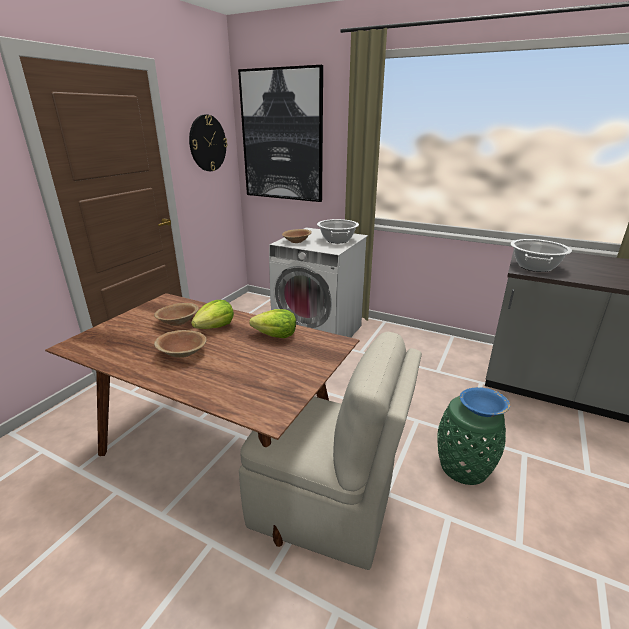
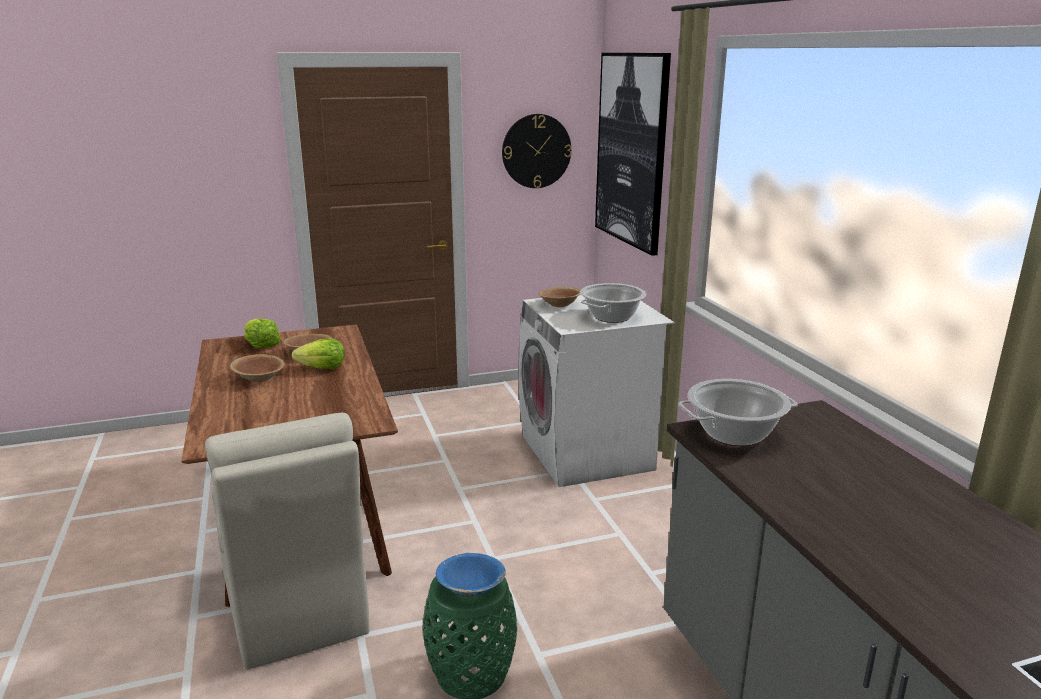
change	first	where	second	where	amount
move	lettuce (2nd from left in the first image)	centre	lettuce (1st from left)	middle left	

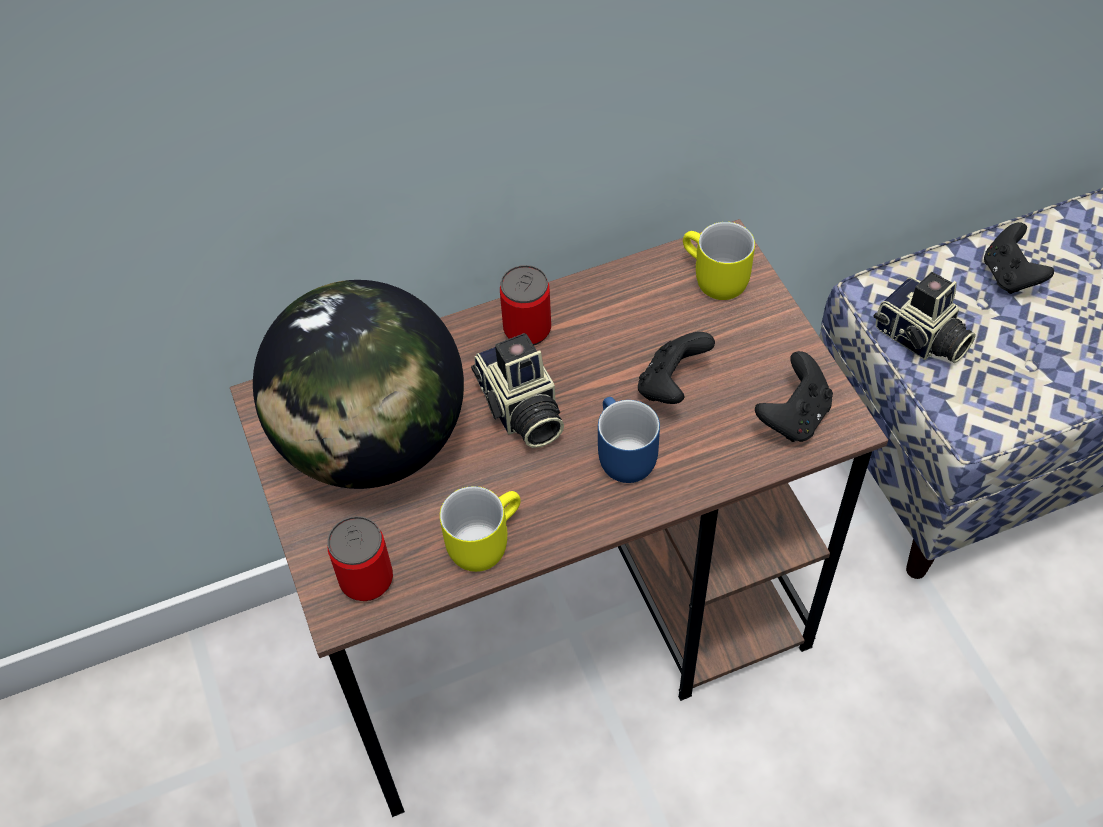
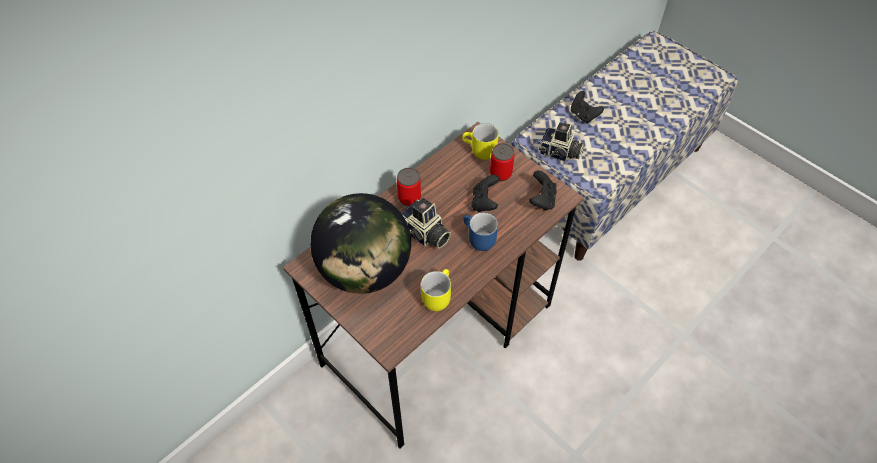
change	first	where	second	where	amount
move	sealed can (1st from left in the first image)	bottom left	sealed can (2nd from left)	centre	

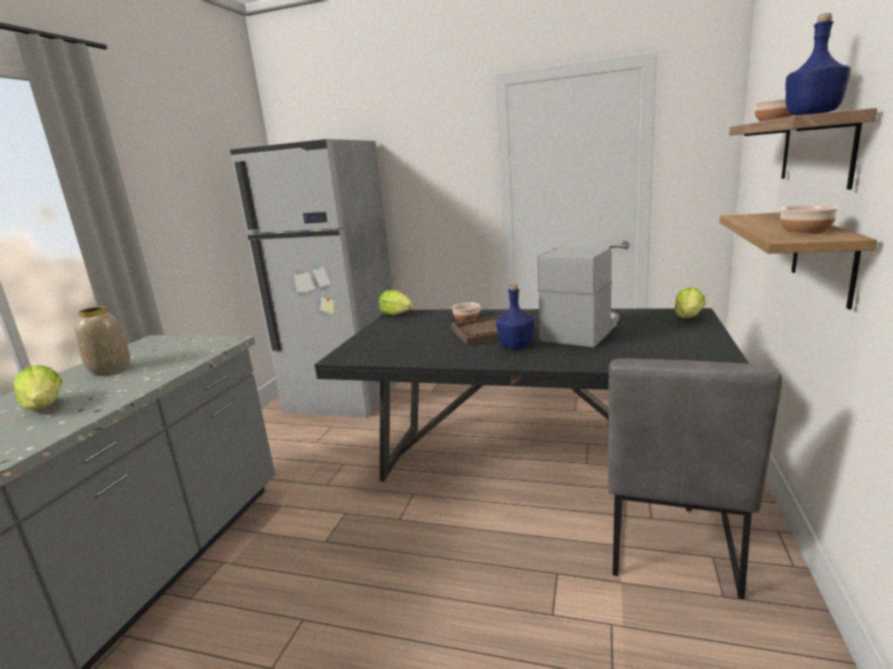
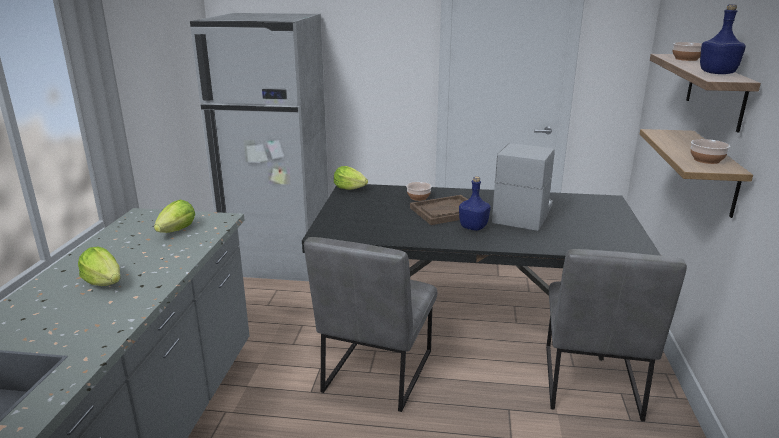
change	first	where	second	where	amount
delete	vase	middle left			
insert			upright chair in grey (1st from left)	bottom centre	
move	lettuce (3rd from left in the first image)	middle right	lettuce (2nd from left)	middle left	

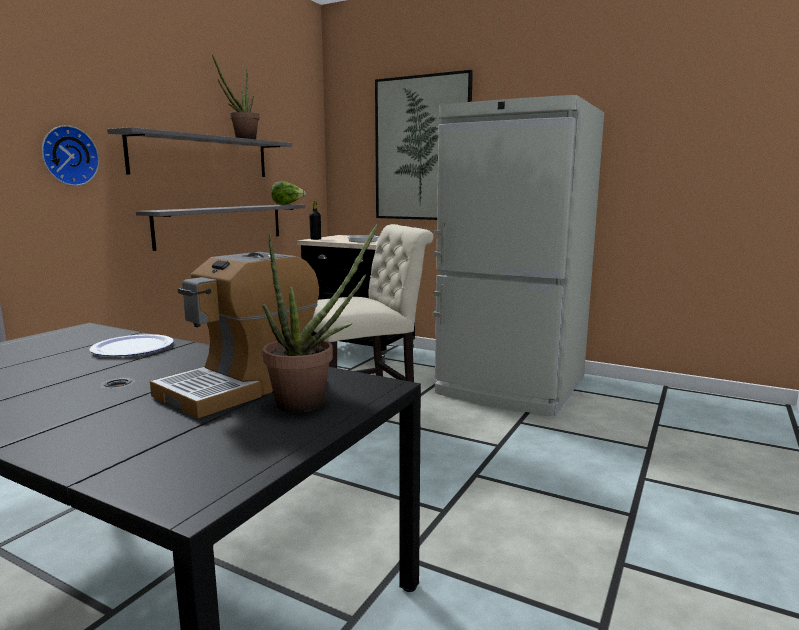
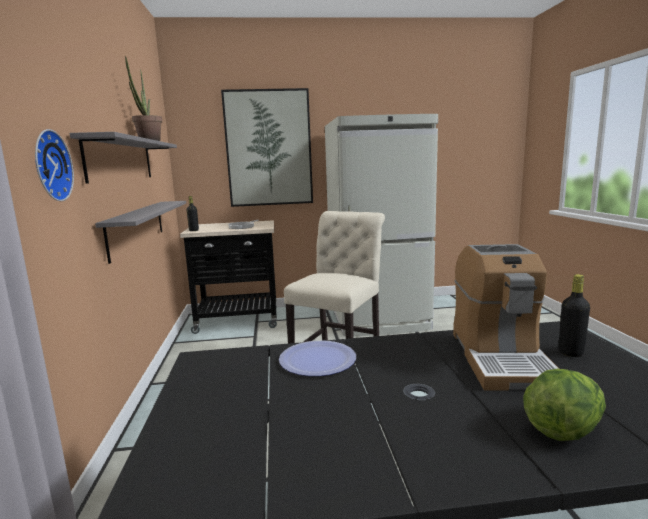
change	first	where	second	where	amount
move	lettuce	top centre		bottom right	
replace	plant in a pot (2nd from left)	centre	beverage bottle in blackish (2nd from left)	middle right	

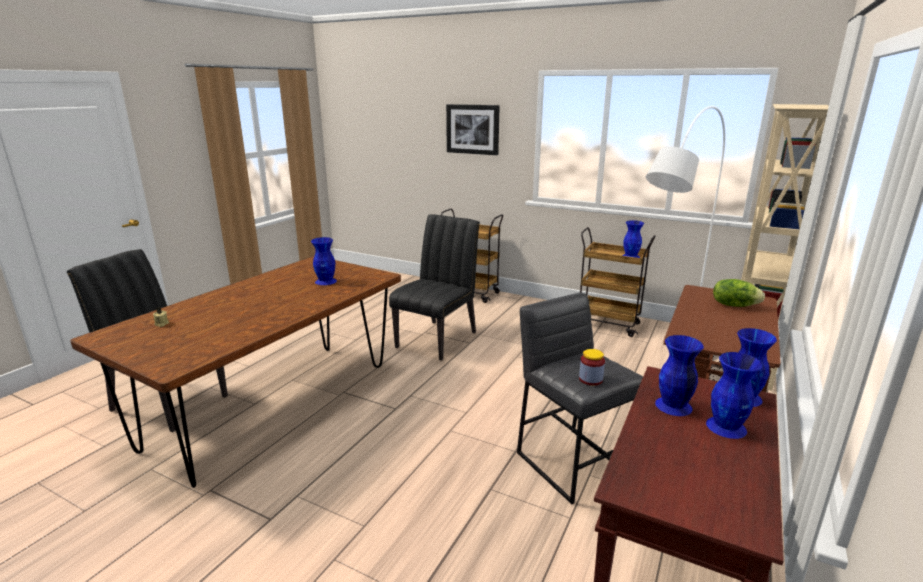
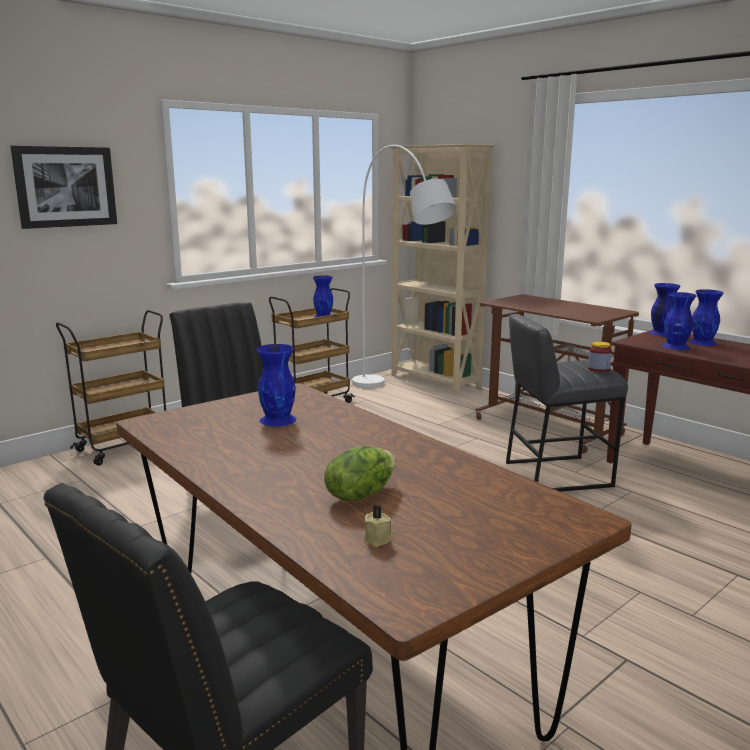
change	first	where	second	where	amount
move	lettuce	middle right		centre	

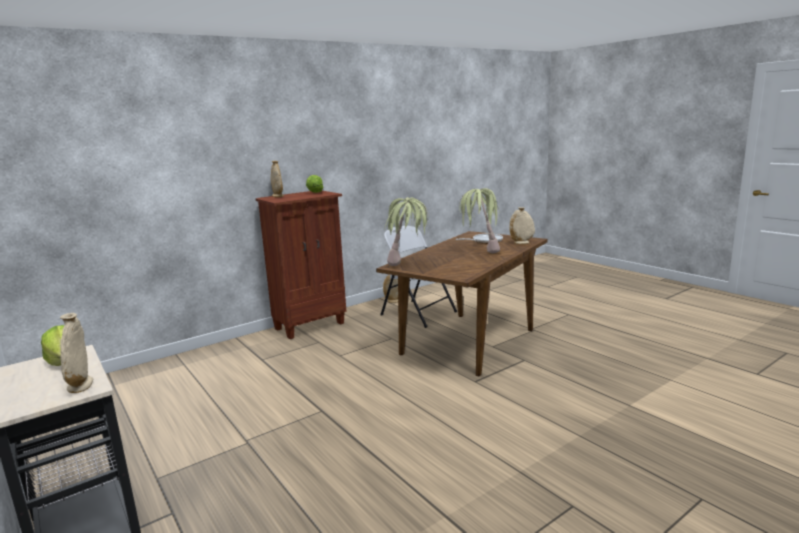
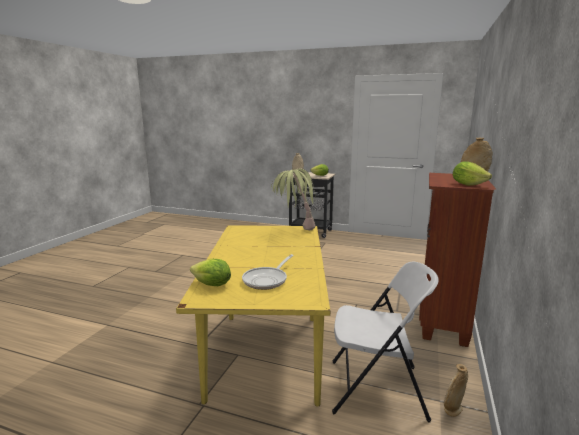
change	first	where	second	where	amount
delete	plant in a pot (2nd from left)	centre			
replace	vase in sand-coloured (4th from left)	centre	lettuce (1st from left)	centre	
recolor	dinner table in brownish	centre	dinner table in yellow	bottom centre	

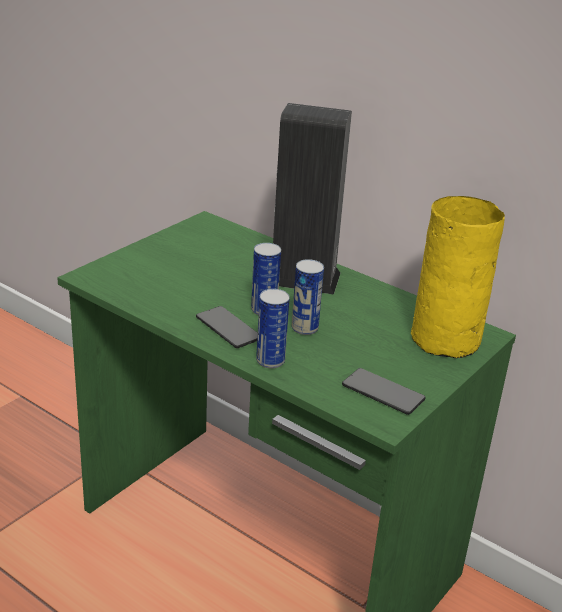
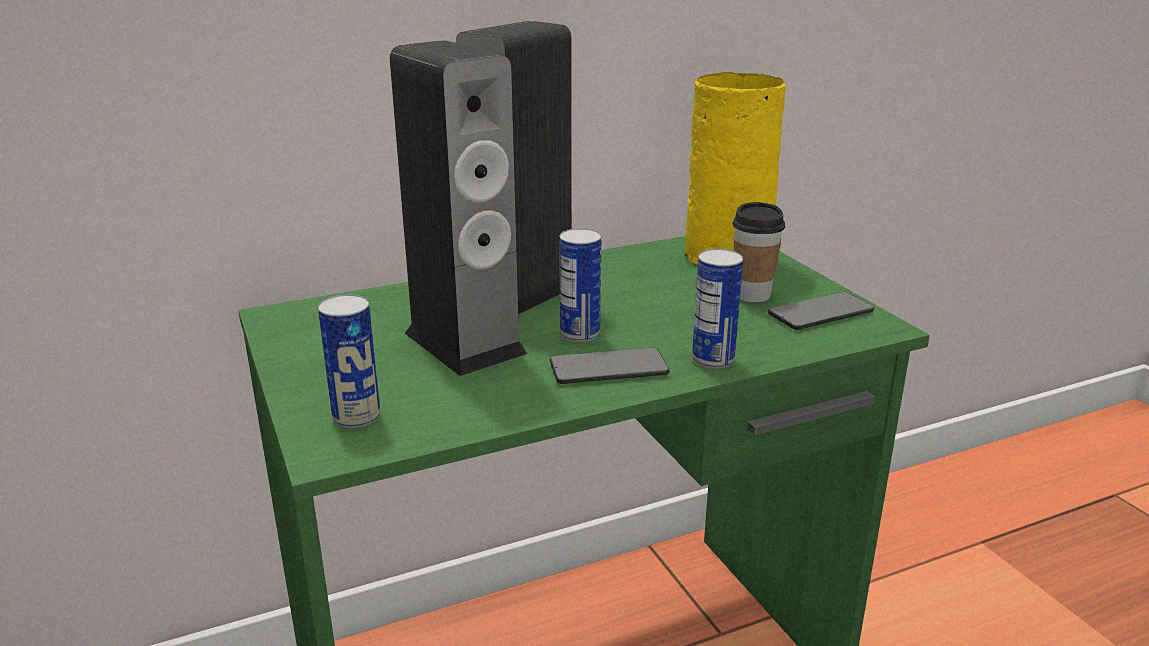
change	first	where	second	where	amount
insert			loudspeaker (1st from left)	top centre	
insert			drinking cup	centre	
move	sealed can (3rd from left in the first image)	centre	sealed can (1st from left)	middle left	

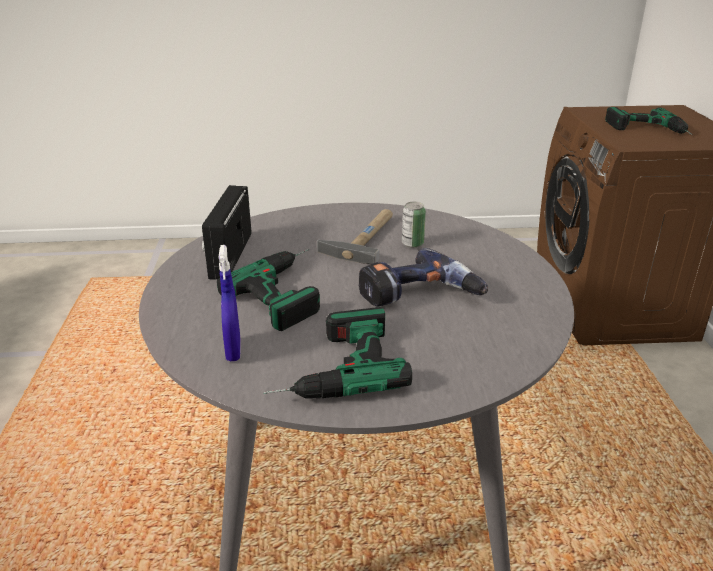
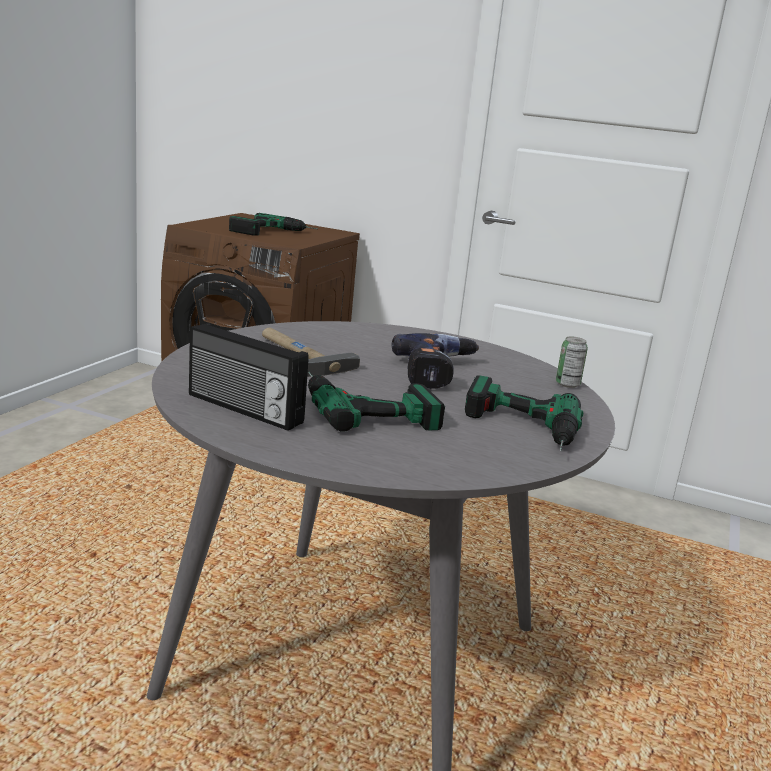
change	first	where	second	where	amount
delete	sprayer in blue-coloured	middle left			
move	sealed can	centre		middle right	

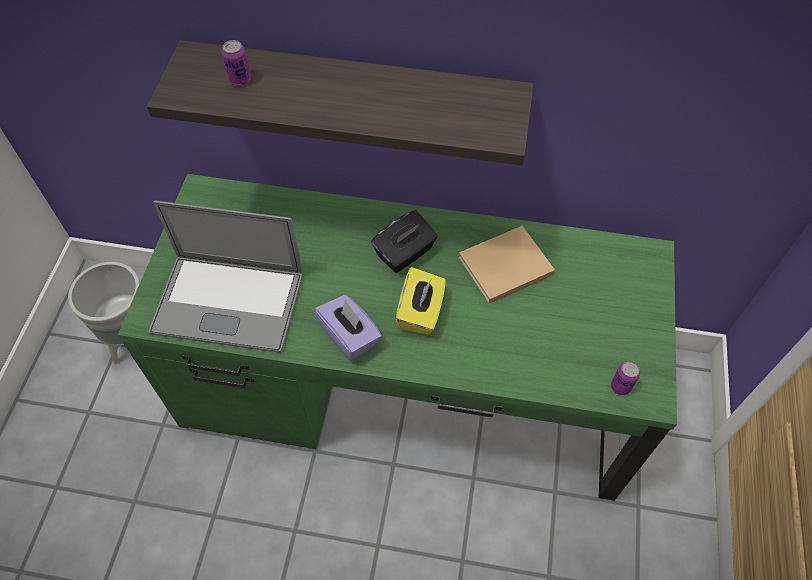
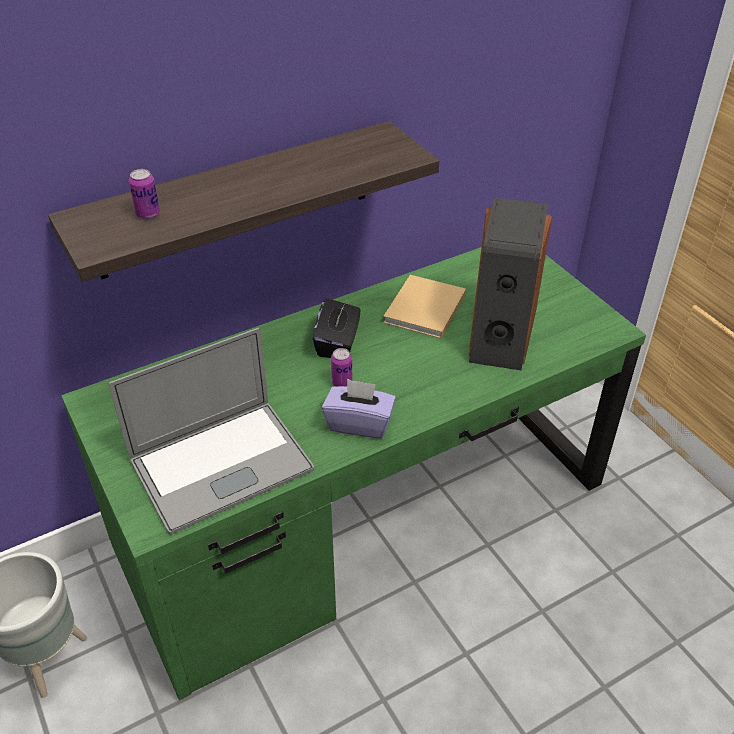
change	first	where	second	where	amount
delete	box of tissues in yellow	centre			
insert			loudspeaker	middle right	
move	sealed can (2nd from left)	middle right		centre	

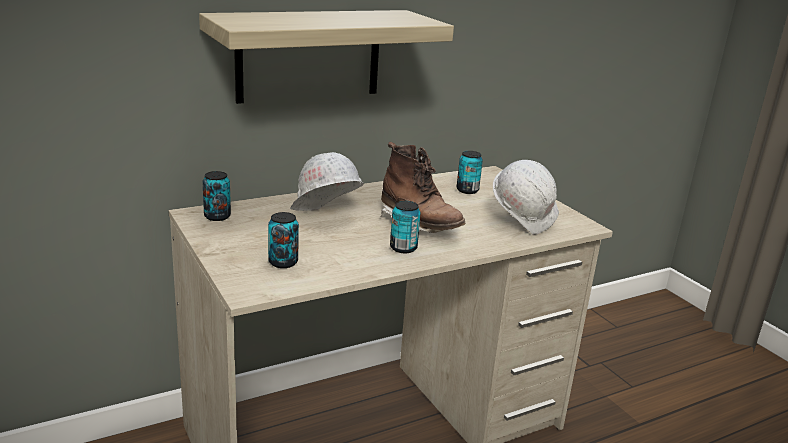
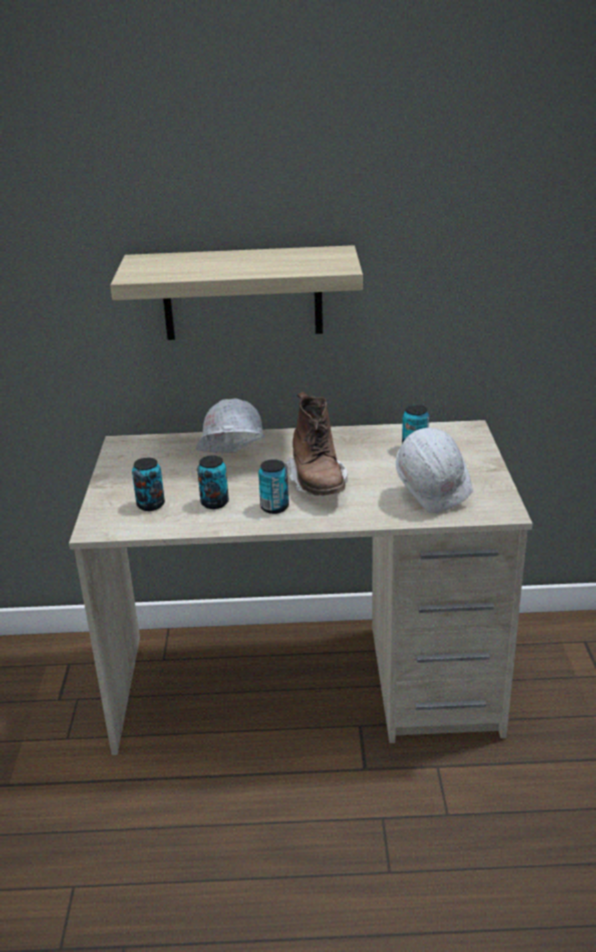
change	first	where	second	where	amount
move	sealed can (1st from left in the first image)	middle left	sealed can (2nd from left)	centre	

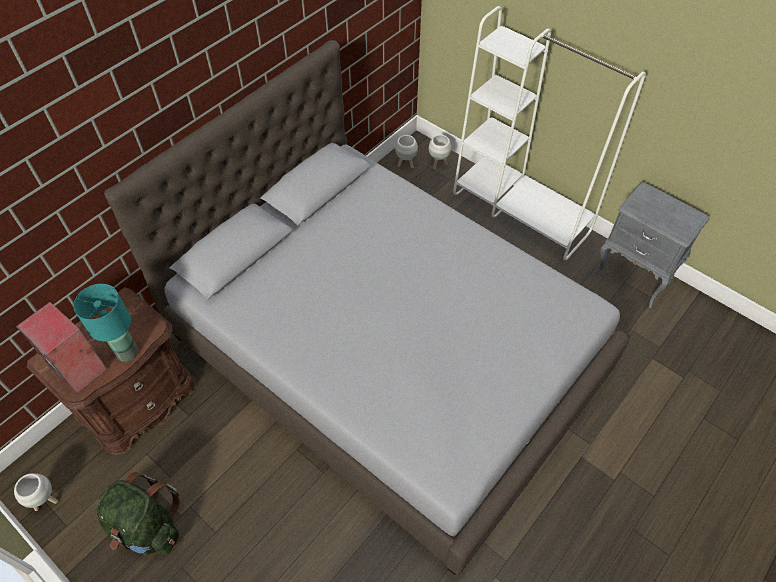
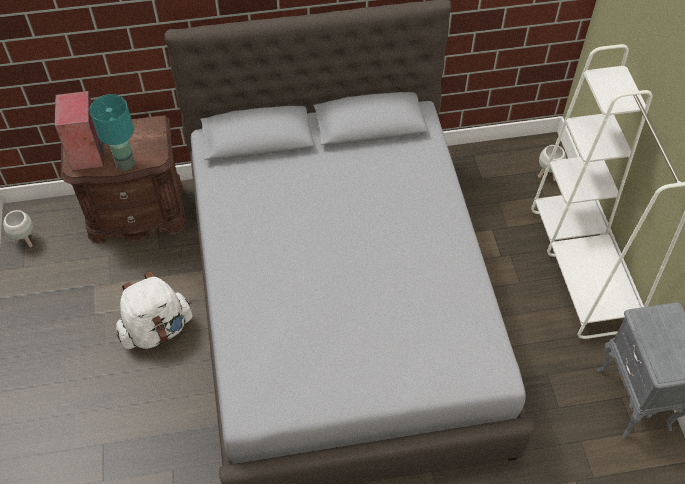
change	first	where	second	where	amount
delete	rucksack in green-coloured	bottom left			
delete	flower pot in whitish (2nd from left)	top centre			
insert			rucksack in whitish	middle left	

